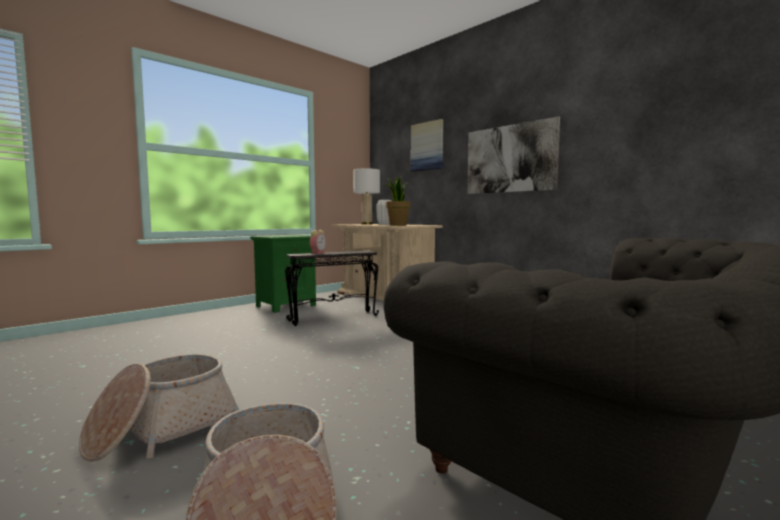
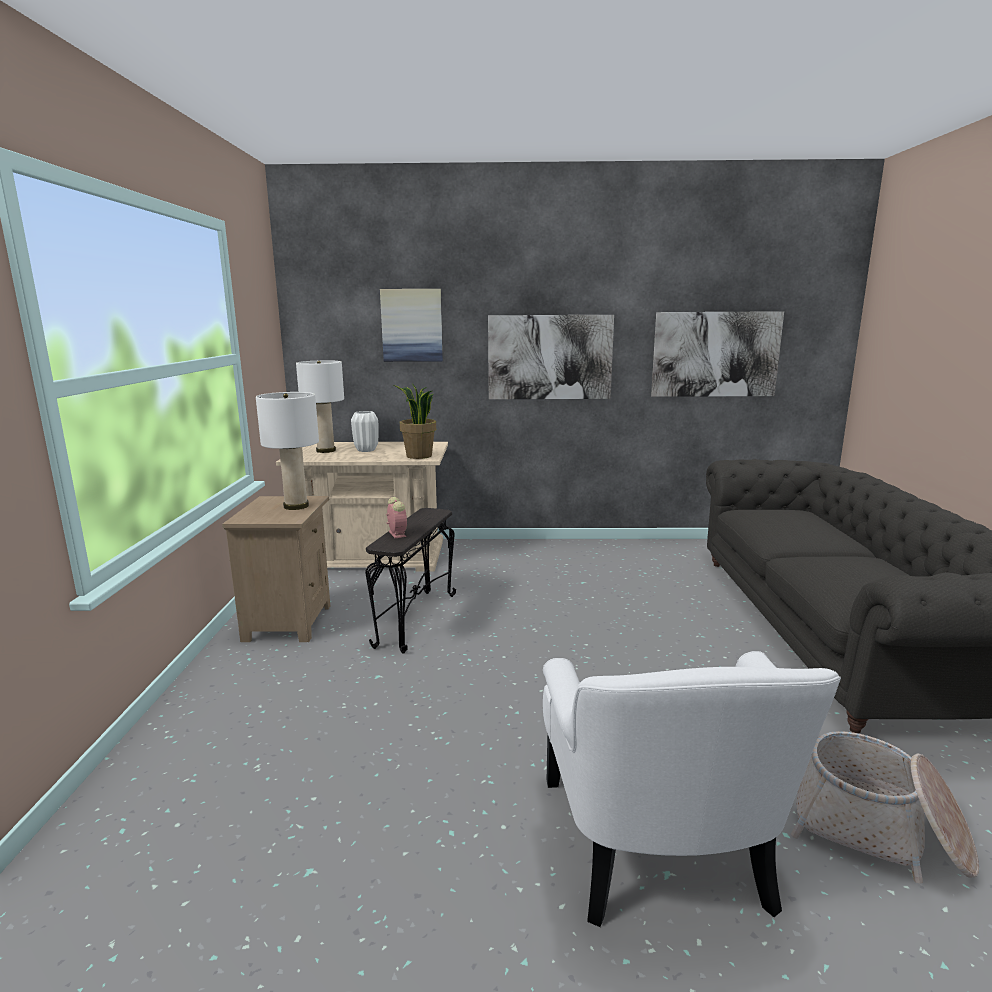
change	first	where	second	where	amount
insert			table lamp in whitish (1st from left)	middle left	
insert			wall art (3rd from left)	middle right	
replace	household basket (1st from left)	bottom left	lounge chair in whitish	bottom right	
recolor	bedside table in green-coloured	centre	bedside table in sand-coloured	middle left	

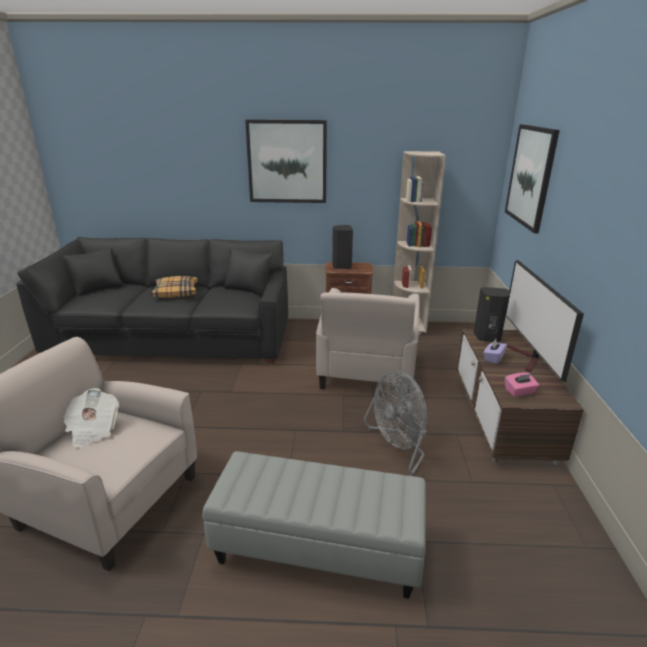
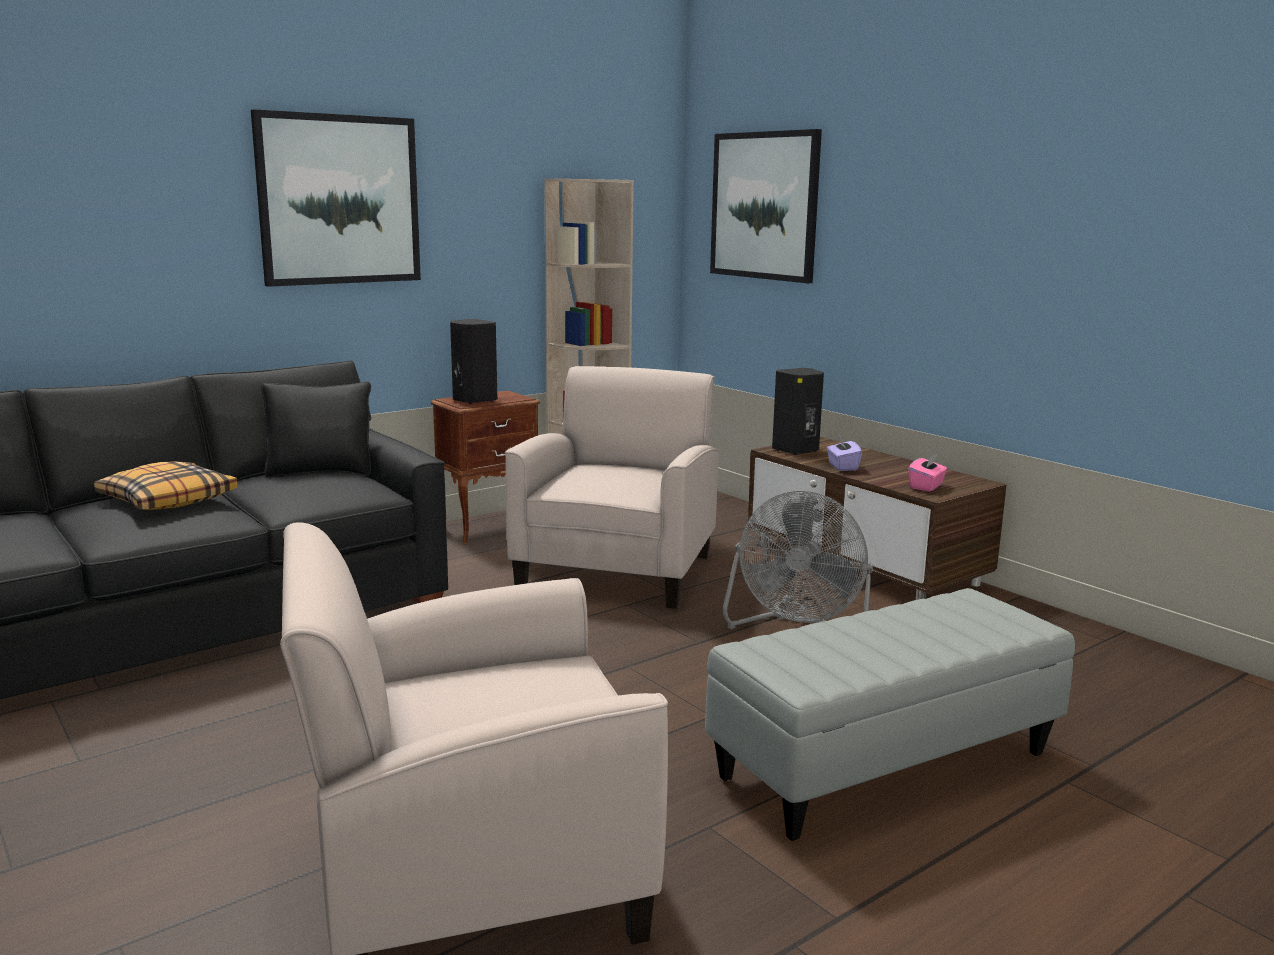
change	first	where	second	where	amount
delete	printed paper	middle left			
delete	TV	middle right			
rotate	lounge chair in sand-coloured (2nd from left)	centre		centre	135 degrees counterclockwise

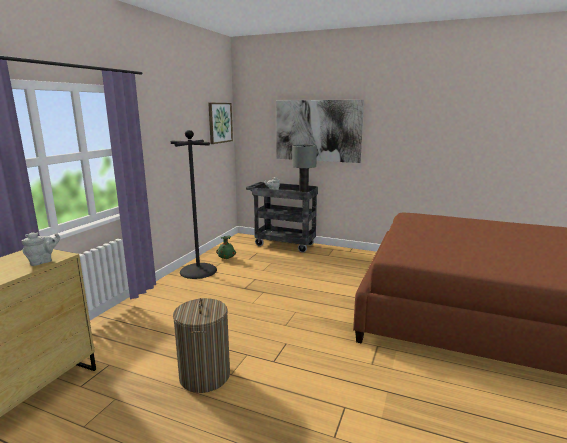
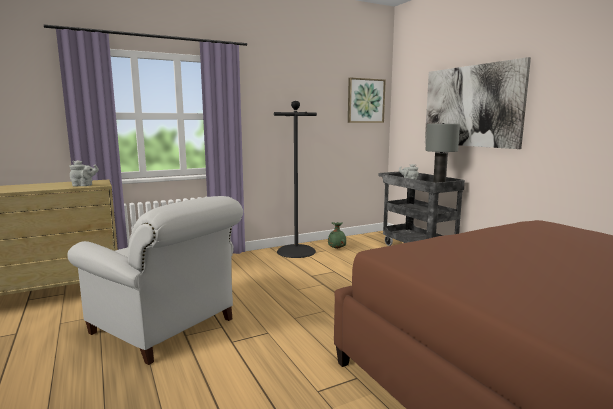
change	first	where	second	where	amount
replace	hamper	bottom centre	lounge chair in whitish	bottom left	

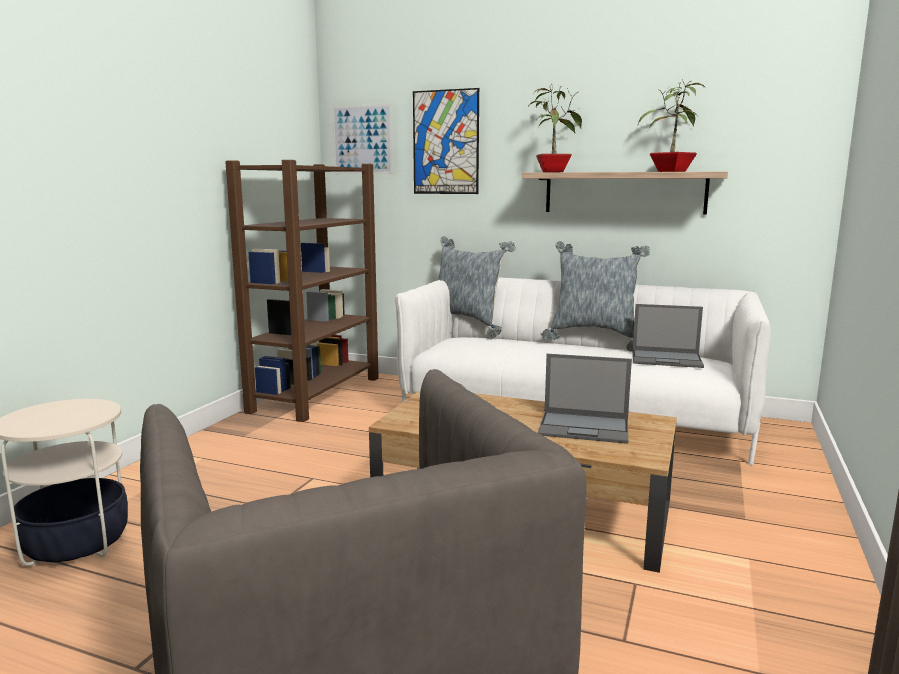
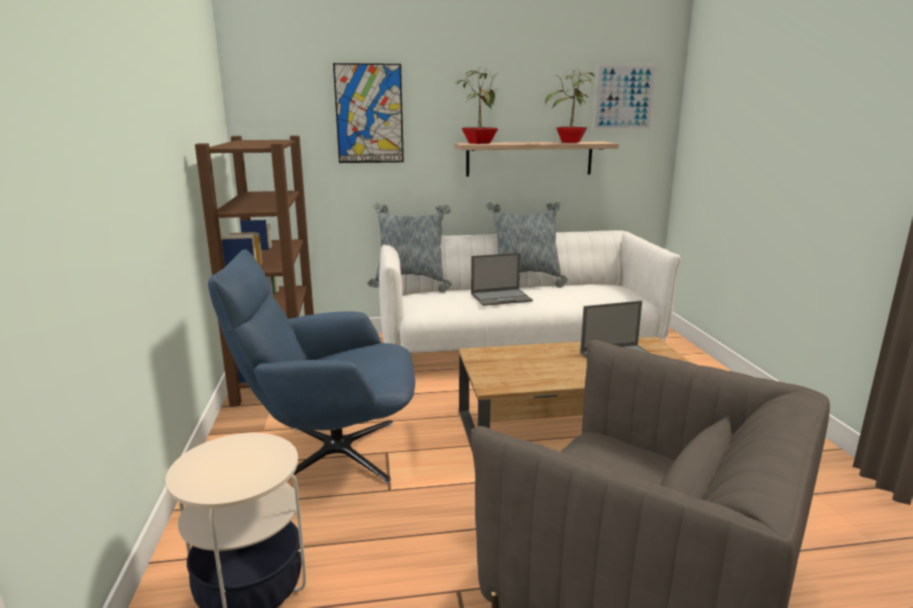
change	first	where	second	where	amount
insert			lounge chair in blue-coloured	centre	
move	wall art (1st from left in the first image)	top centre	wall art (2nd from left)	top right	
move	portable computer (2nd from left in the first image)	middle right	portable computer (1st from left)	centre	

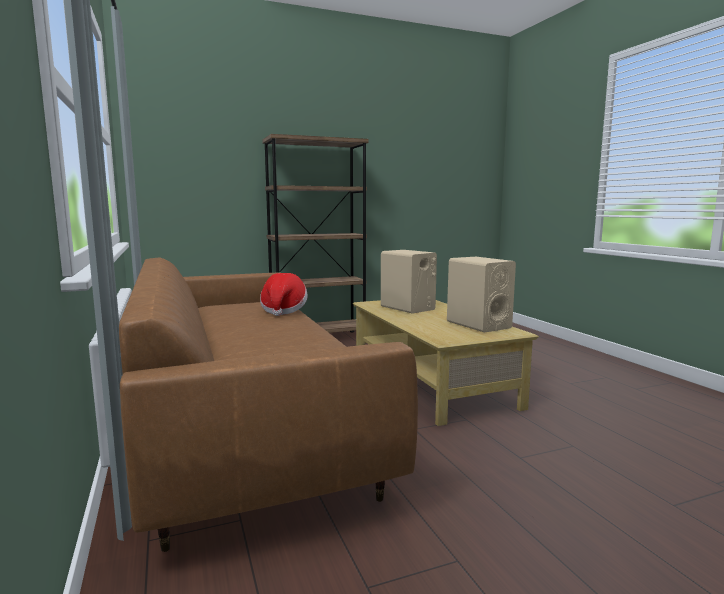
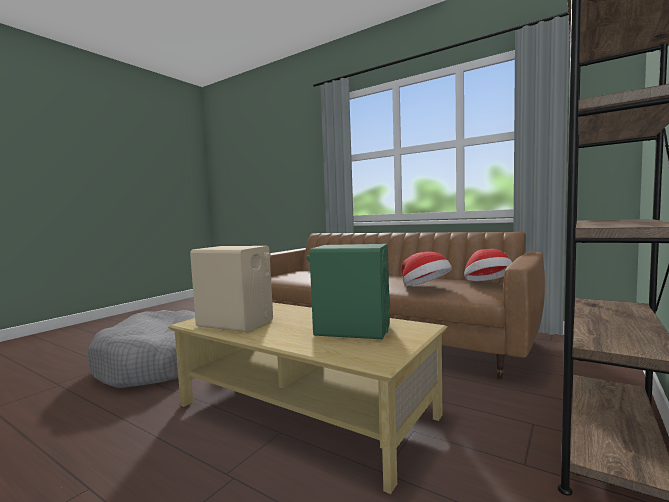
change	first	where	second	where	amount
insert			pet bed in grey	bottom left	
insert			hat (2nd from left)	middle right	
recolor	loudspeaker in sand-coloured (1st from left)	centre	loudspeaker in green-coloured	centre	

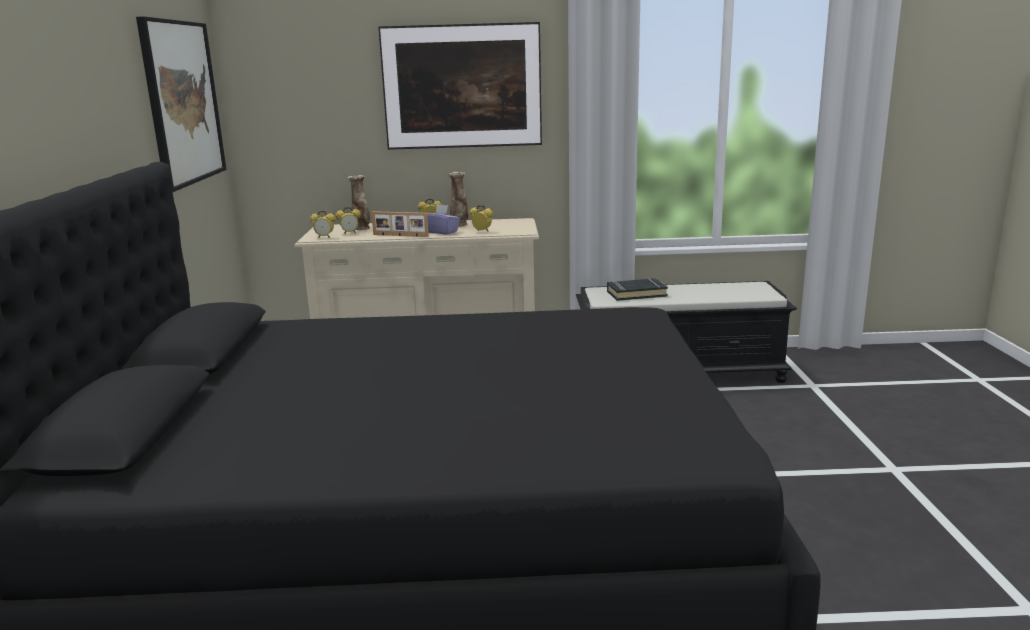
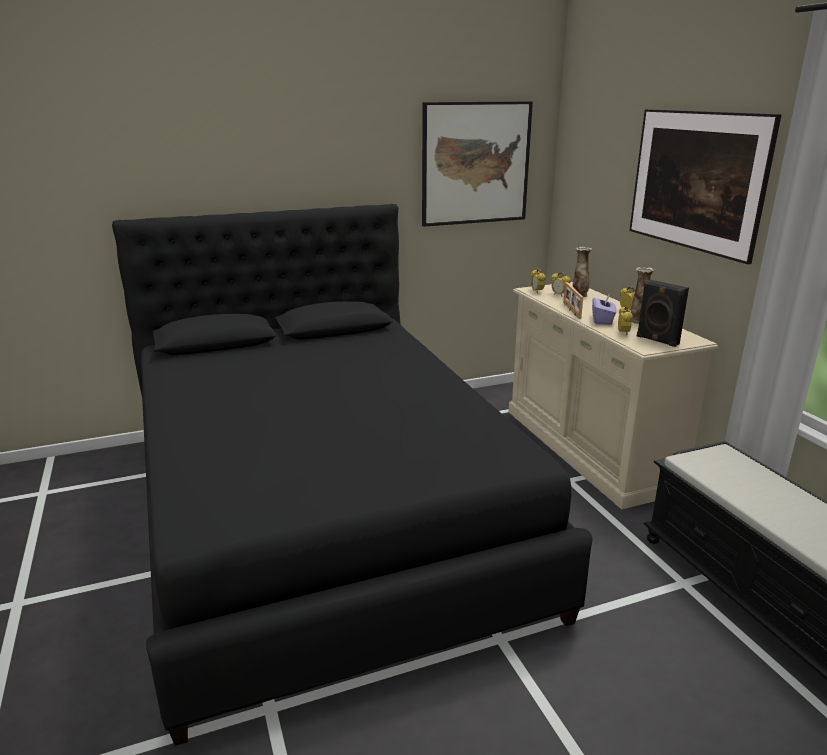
change	first	where	second	where	amount
delete	volume in blackish	centre			
insert			loudspeaker in blackish	middle right	

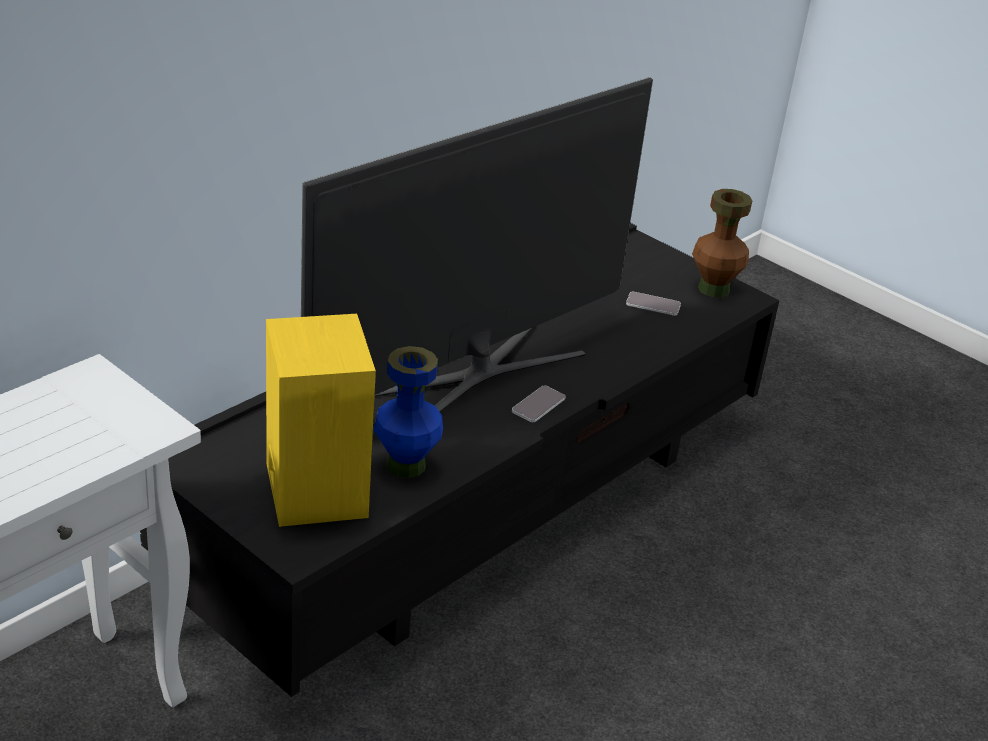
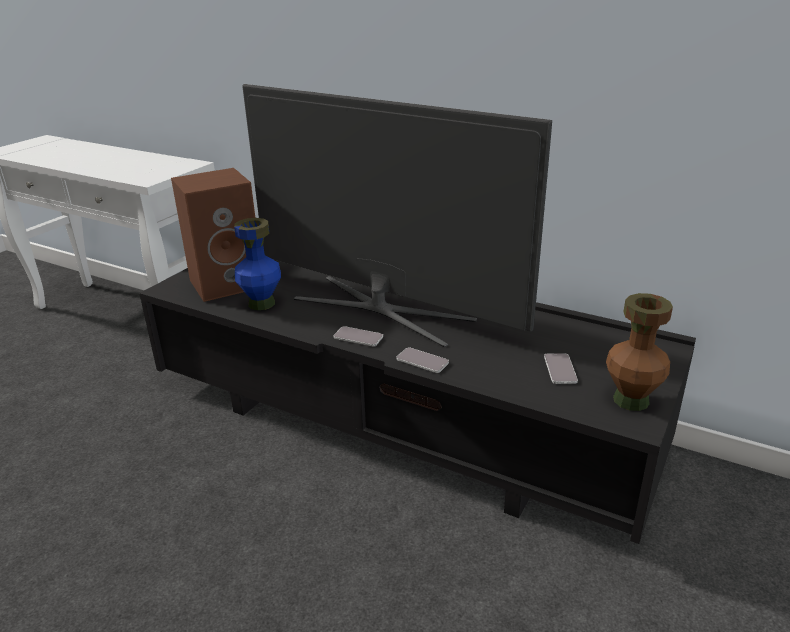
change	first	where	second	where	amount
insert			telephone (2nd from left)	centre	
recolor	loudspeaker in yellow	middle left	loudspeaker in brownish	middle left	

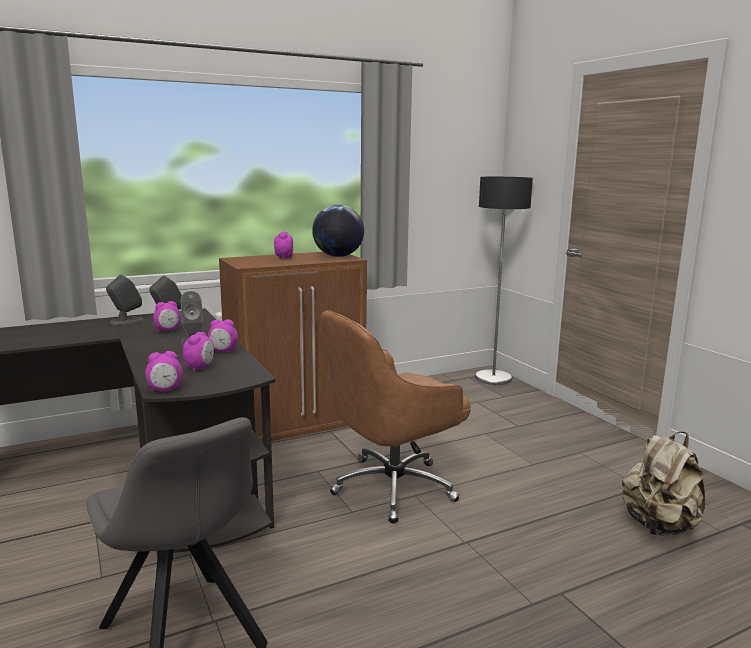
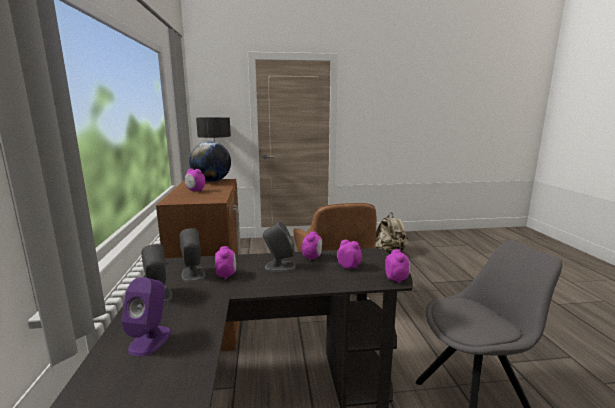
change	first	where	second	where	amount
insert			loudspeaker in purple	bottom left	

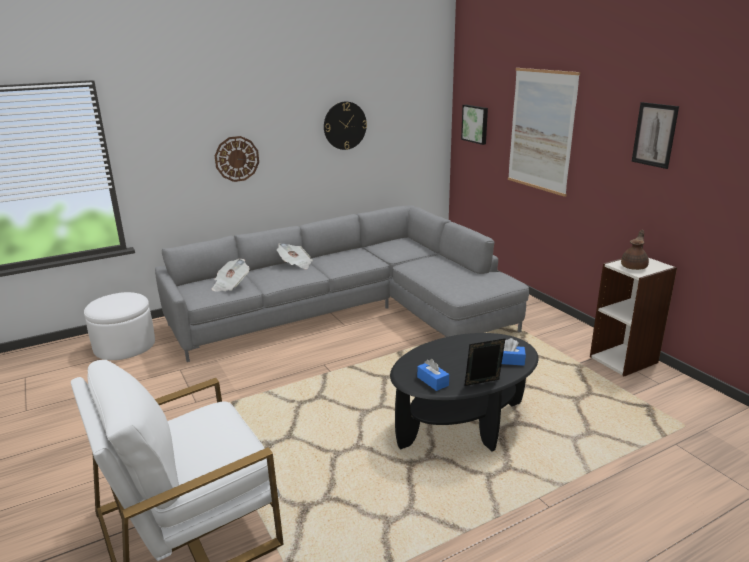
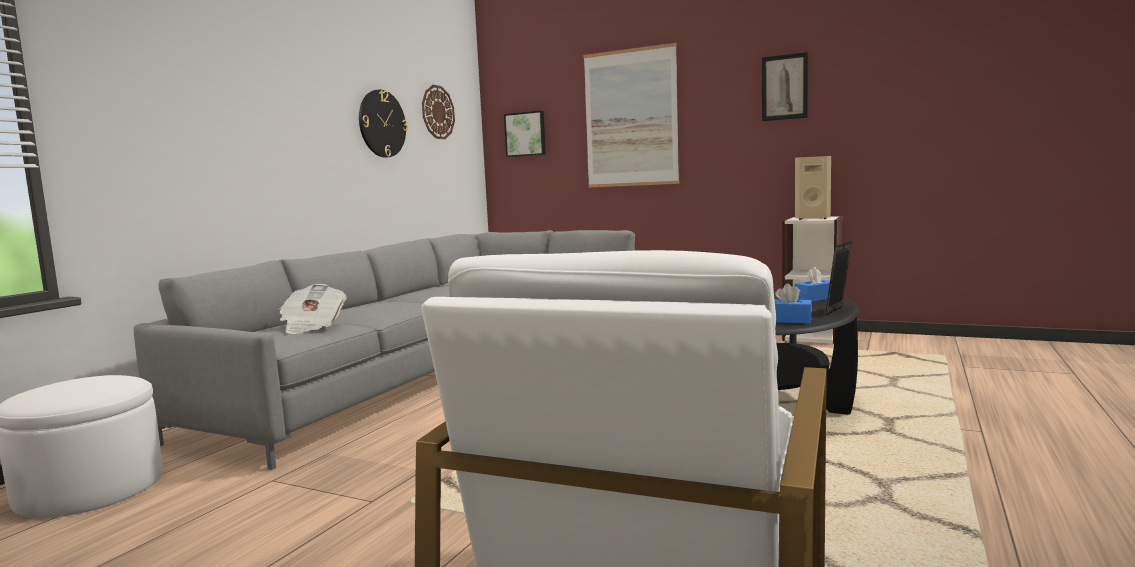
change	first	where	second	where	amount
delete	printed paper (2nd from left)	centre			
move	wall clock (1st from left in the first image)	top left	wall clock (2nd from left)	top centre	
replace	pot for tea in brownish	middle right	loudspeaker in sand-coloured	top right	

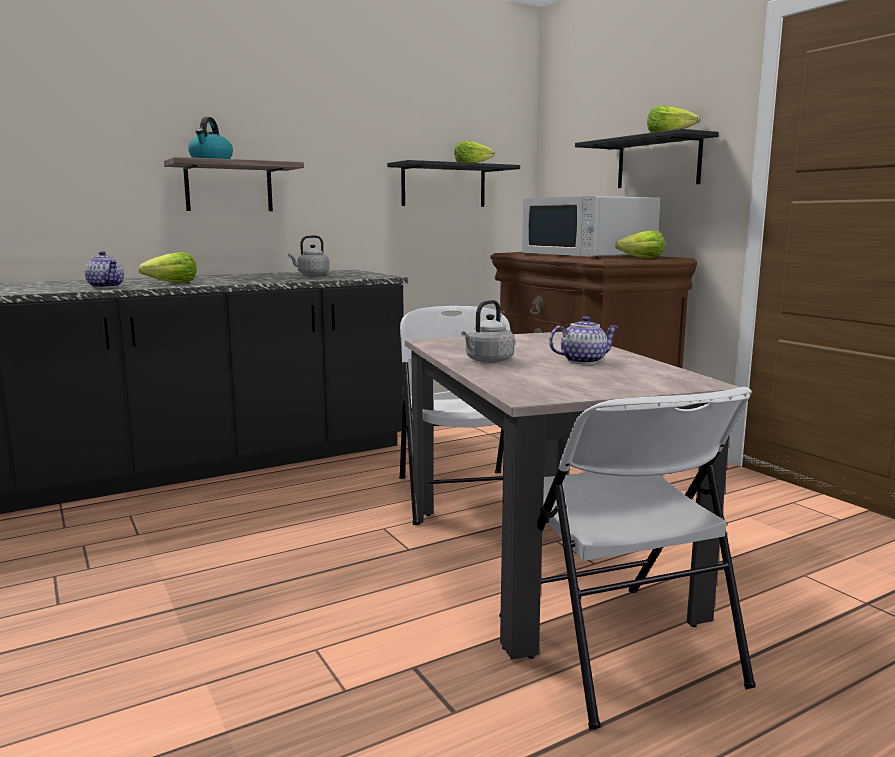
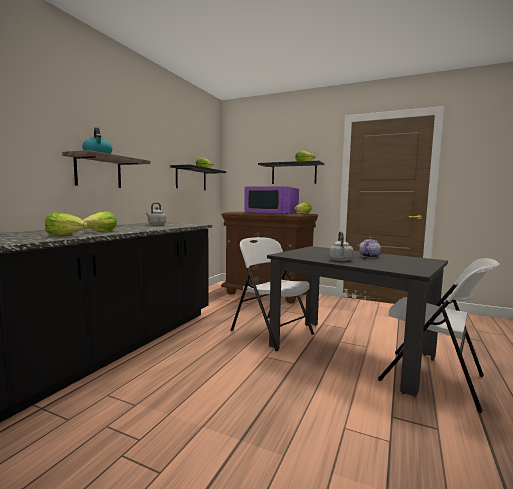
change	first	where	second	where	amount
replace	pot for tea (1st from left)	middle left	lettuce (1st from left)	middle left	
recolor	dinner table in sand-coloured	centre	dinner table in blackish	middle right	
recolor	kitchen microwave in whitish	top centre	kitchen microwave in purple	centre	

